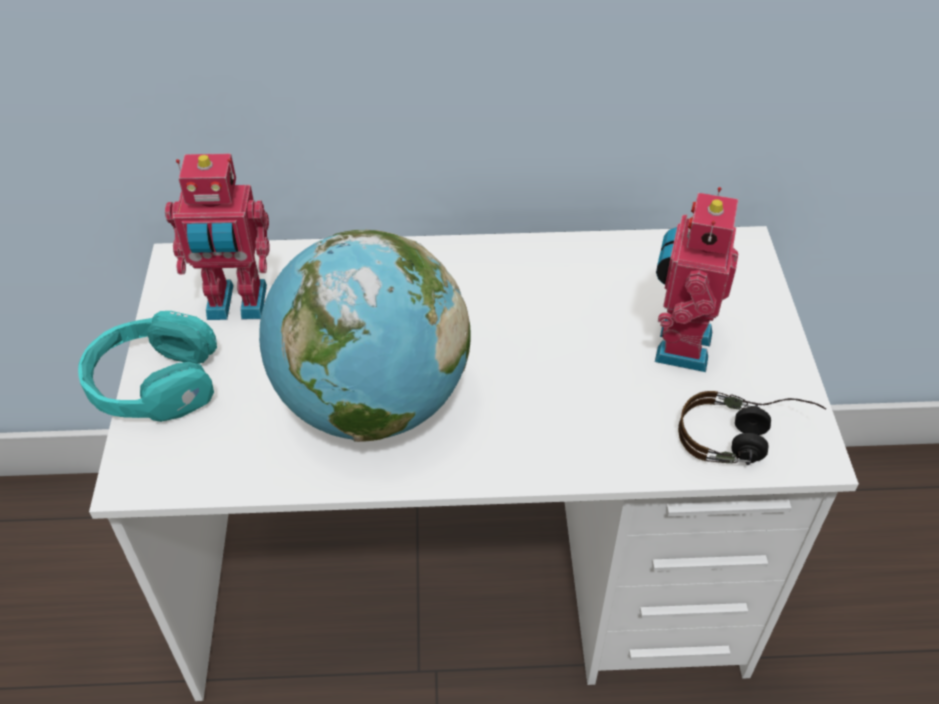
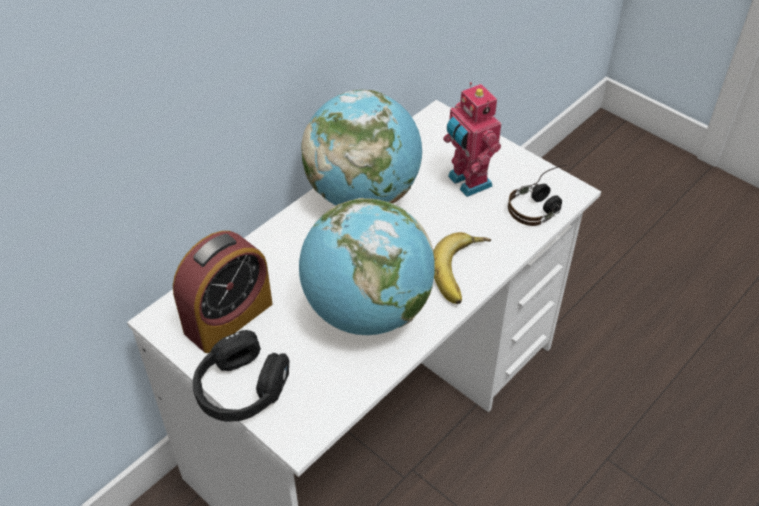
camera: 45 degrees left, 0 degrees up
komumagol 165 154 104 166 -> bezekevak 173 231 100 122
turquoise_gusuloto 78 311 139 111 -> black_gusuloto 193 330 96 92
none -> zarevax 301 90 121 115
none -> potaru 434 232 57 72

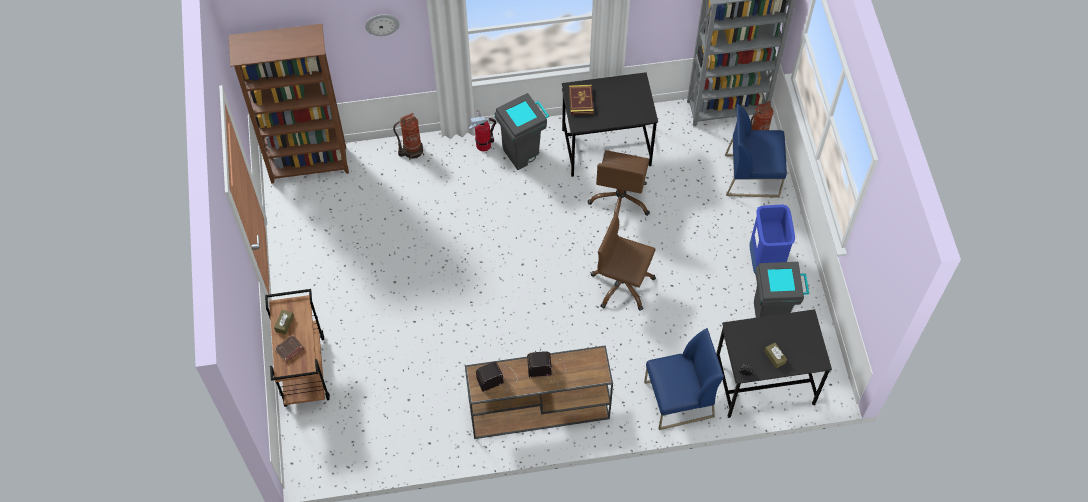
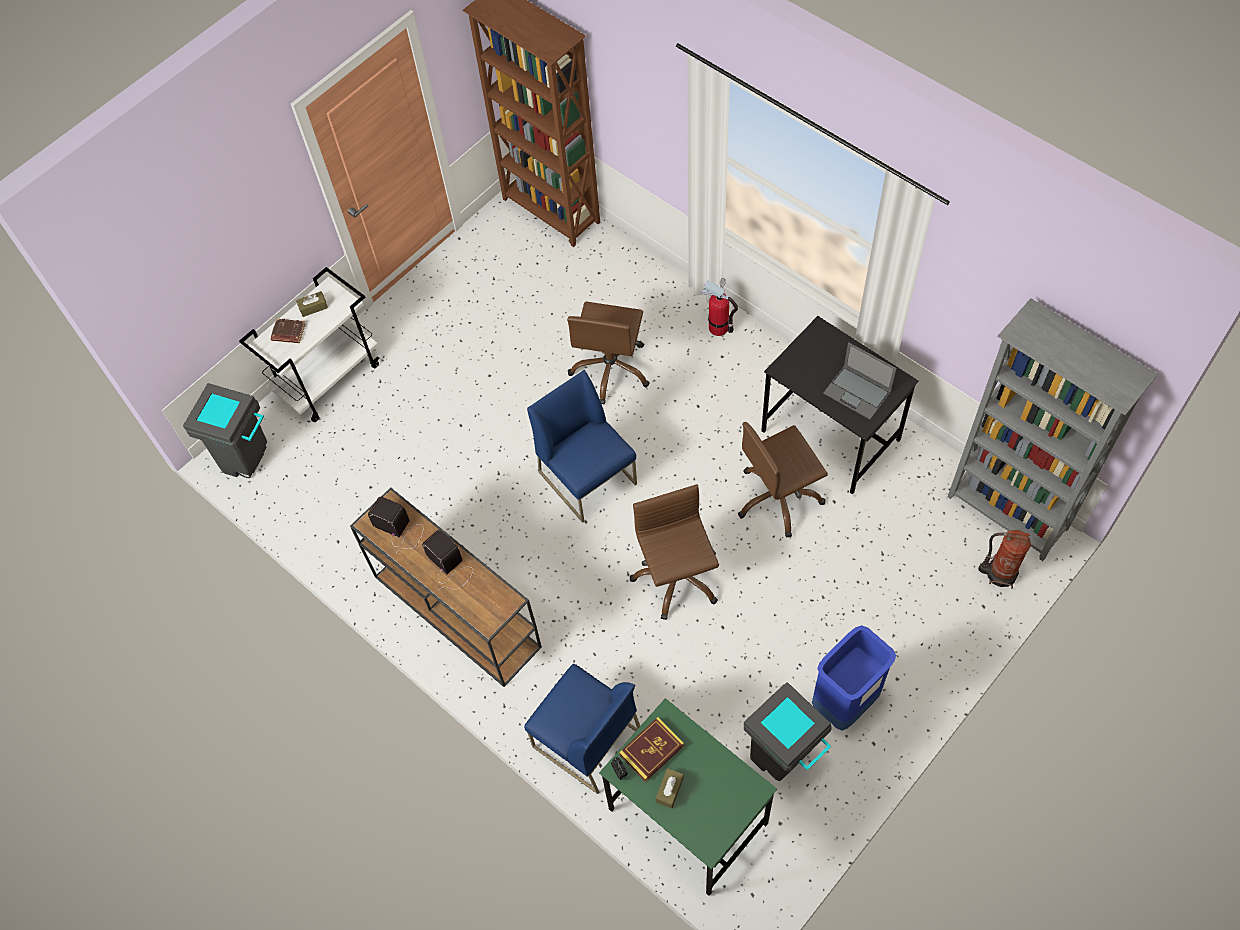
camera: 55 degrees right, 0 degrees up
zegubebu 365 14 35 22 -> none
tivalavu 569 85 25 30 -> tivalavu 619 717 65 65, relocated
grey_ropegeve 495 93 54 77 -> grey_ropegeve 183 383 84 95, relocated
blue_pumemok 725 104 62 94 -> blue_pumemok 527 370 110 153, relocated
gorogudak 393 113 31 47 -> none
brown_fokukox 265 289 65 118 -> white_fokukox 239 267 140 155
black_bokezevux 716 309 116 109 -> green_bokezevux 599 698 178 198
none -> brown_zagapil 567 302 83 103
none -> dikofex 823 343 74 76

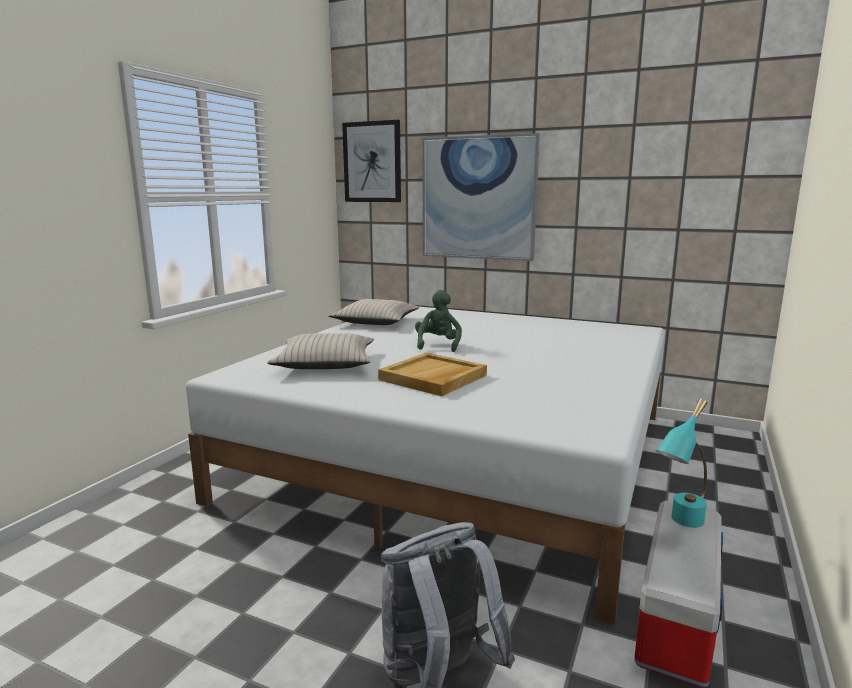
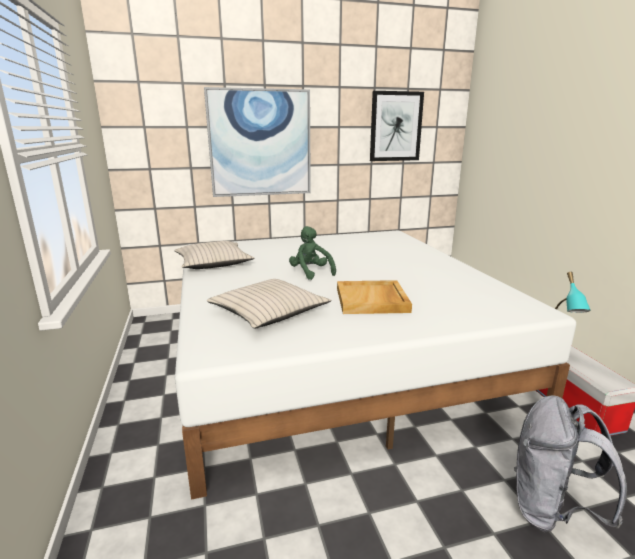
camera: 40 degrees left, 5 degrees up
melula 342 120 59 82 -> melula 370 91 54 70, relocated

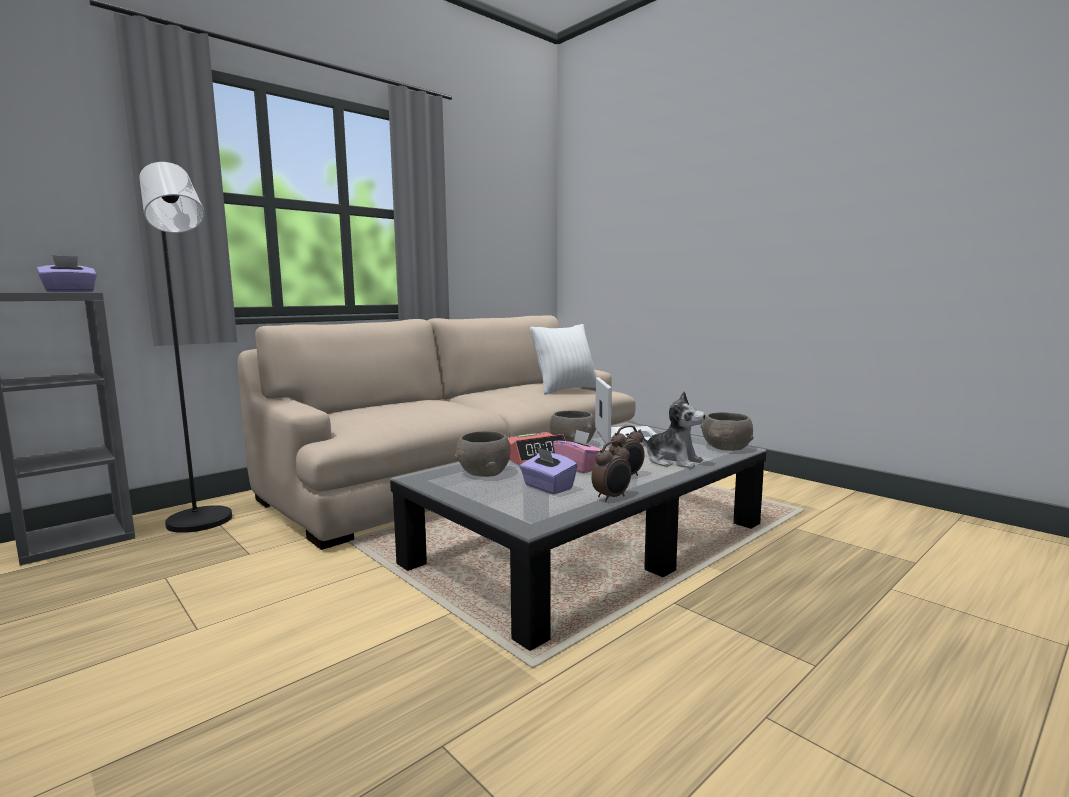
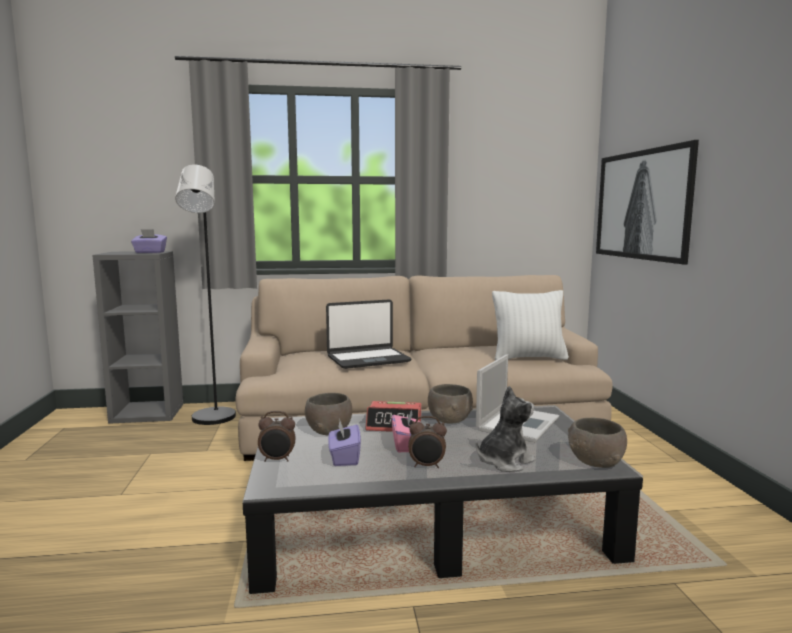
camera: 35 degrees right, 0 degrees up
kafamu 639 392 67 77 -> kafamu 476 386 59 86, 105 degrees counterclockwise
bezekevak 591 441 40 60 -> bezekevak 258 411 37 51, relocated
none -> melula 596 140 103 124
none -> dikofex 326 299 85 70

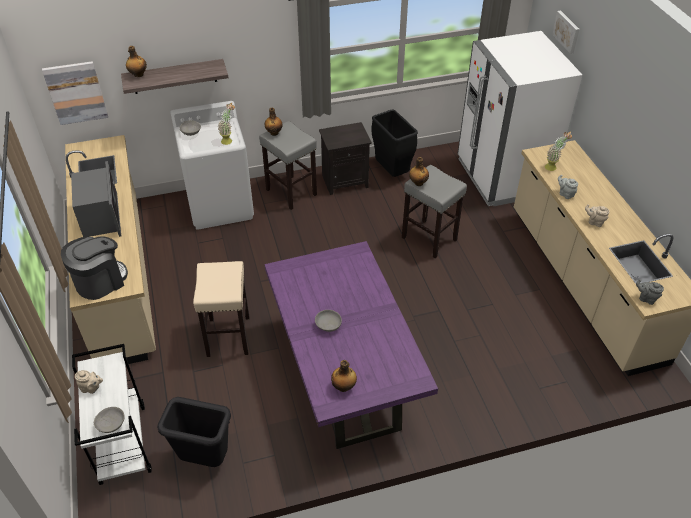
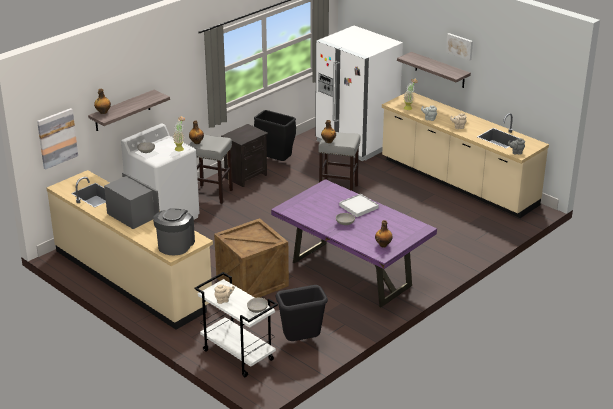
camera: 30 degrees left, 15 degrees down
melula 552 11 28 43 -> melula 446 33 27 27, relocated
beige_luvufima 193 261 56 96 -> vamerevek 214 218 75 80
none -> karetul 397 52 74 36
none -> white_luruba 339 194 40 23

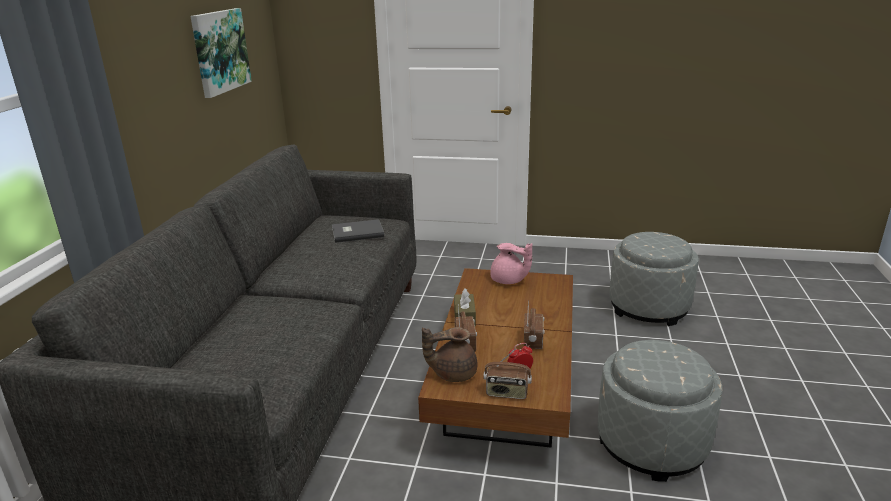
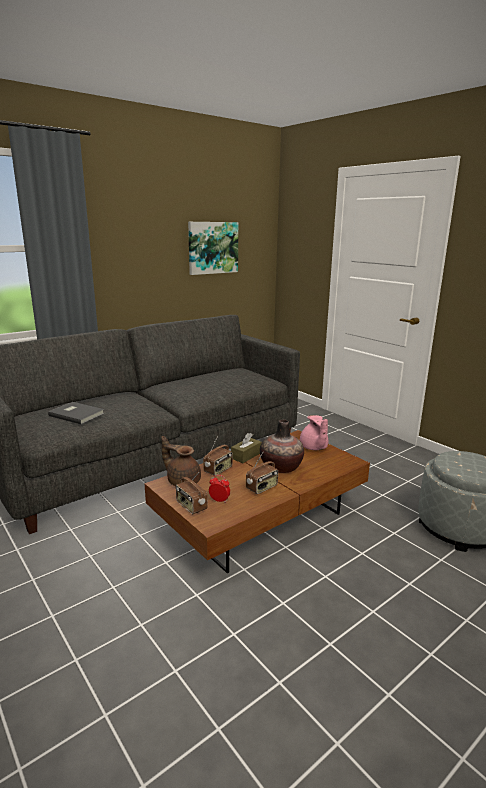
camera: 40 degrees right, 5 degrees down
grey_tivalavu 332 219 52 24 -> grey_tivalavu 48 402 57 22, relocated
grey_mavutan 598 340 125 142 -> none
none -> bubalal 260 419 44 54

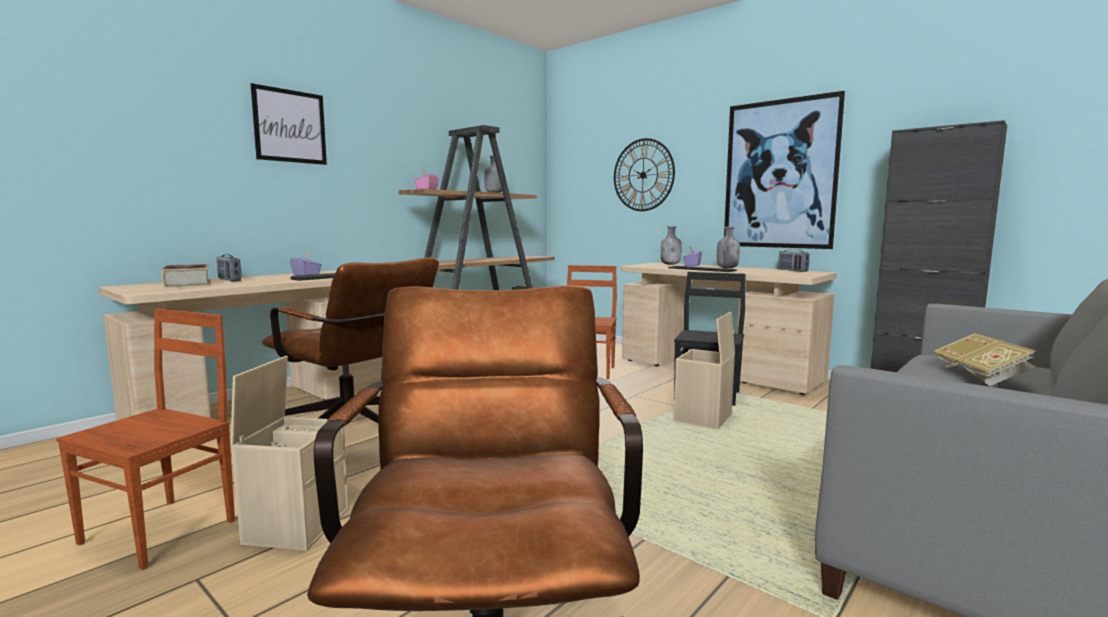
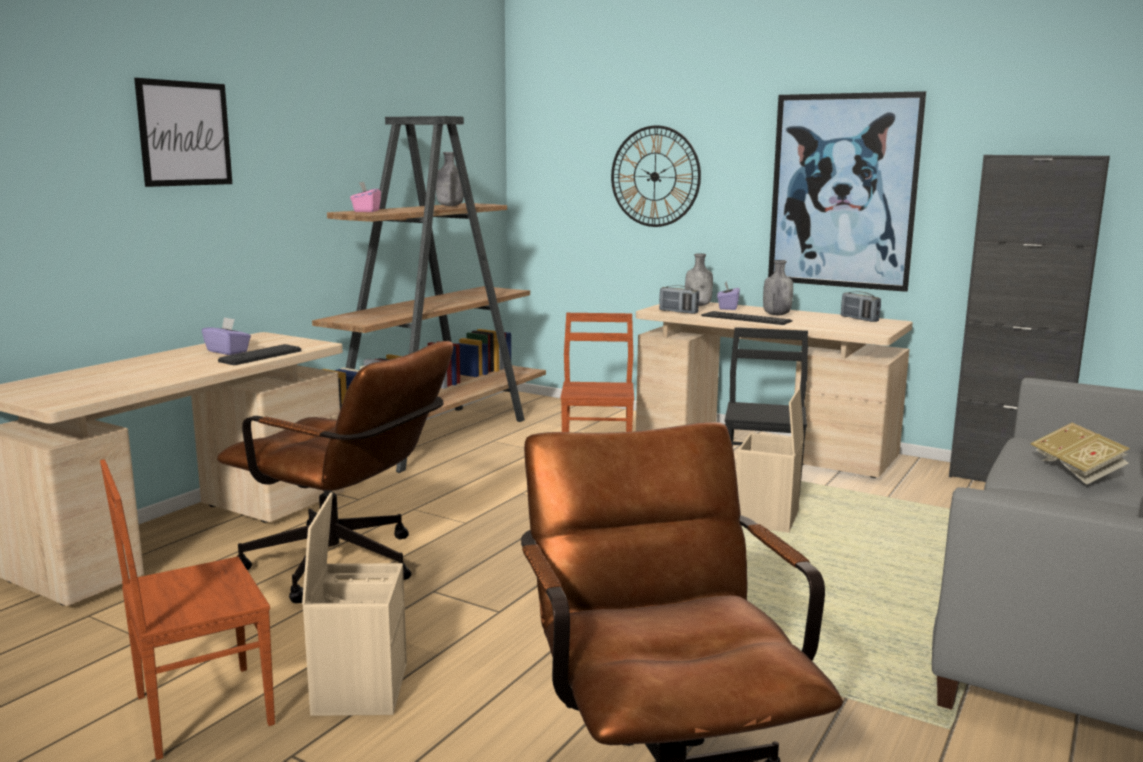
camera: 10 degrees left, 5 degrees up
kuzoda 217 254 24 27 -> kuzoda 659 285 40 29, relocated
tivalavu 162 264 49 24 -> none
brown_pumemok 56 309 179 261 -> brown_pumemok 100 459 175 301, 135 degrees counterclockwise

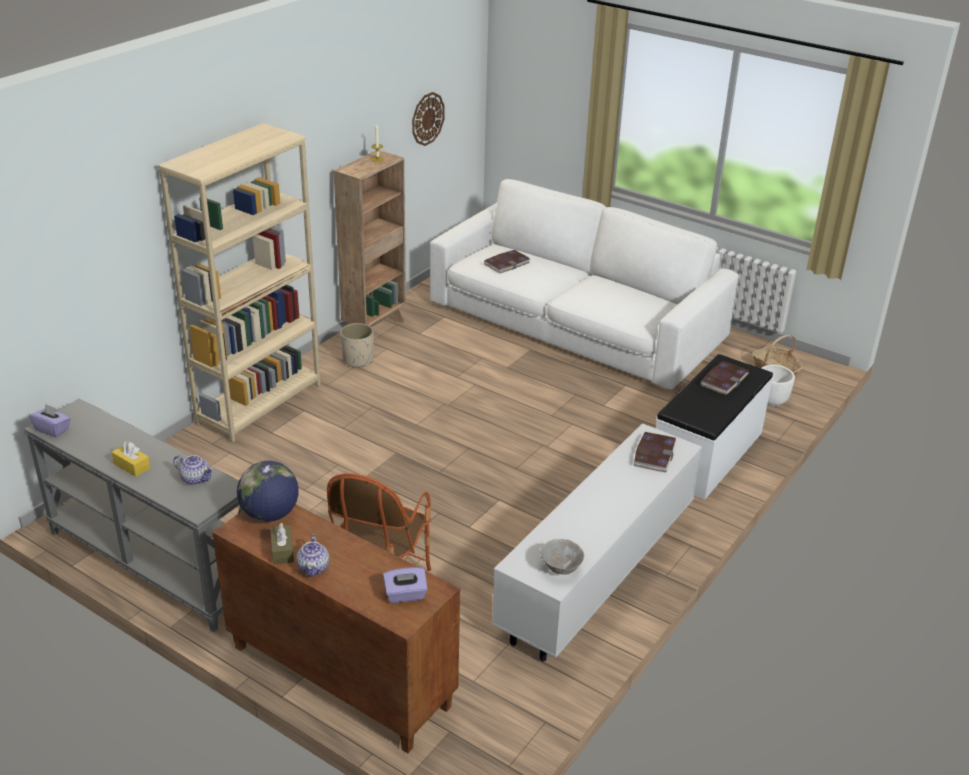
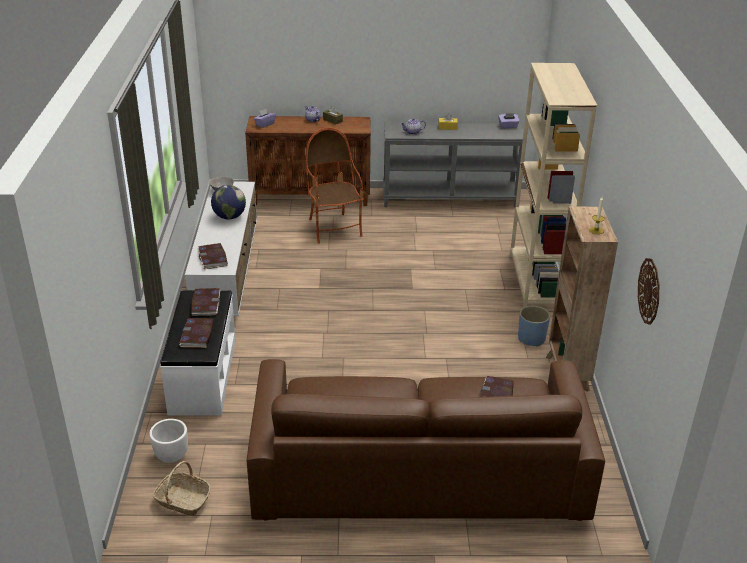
camera: 145 degrees right, 0 degrees up
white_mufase 430 179 309 211 -> brown_mufase 247 359 358 162
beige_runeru 340 323 34 45 -> blue_runeru 518 306 32 41
zarevax 237 461 62 61 -> zarevax 211 185 35 34, relocated
none -> tivalavu 191 288 29 28

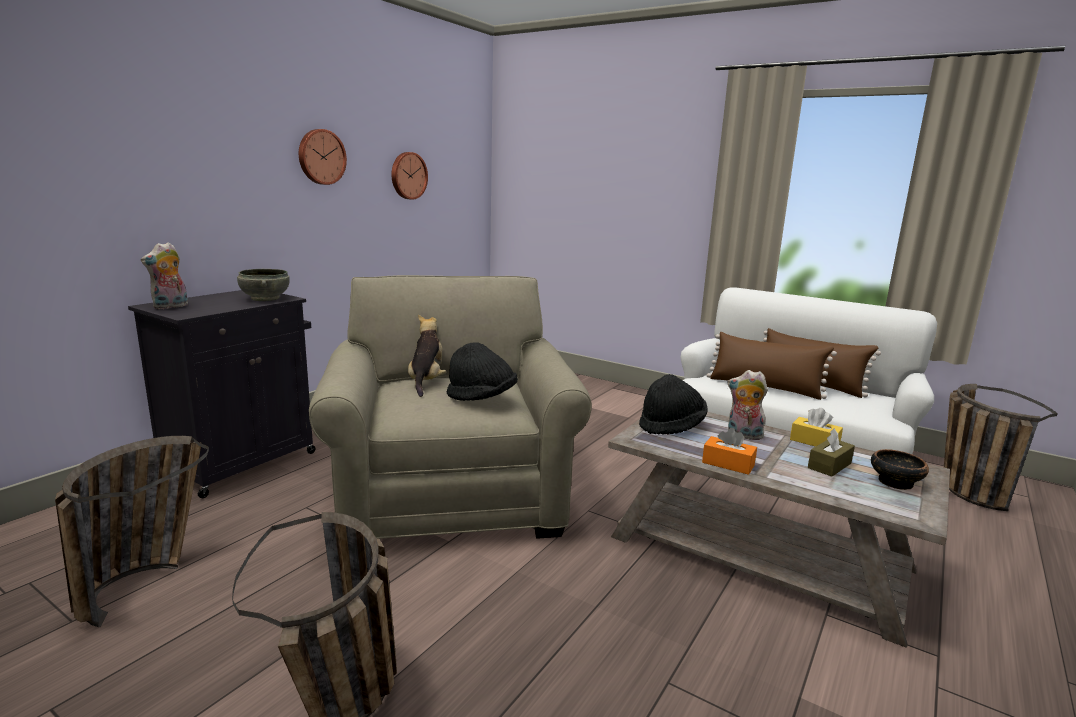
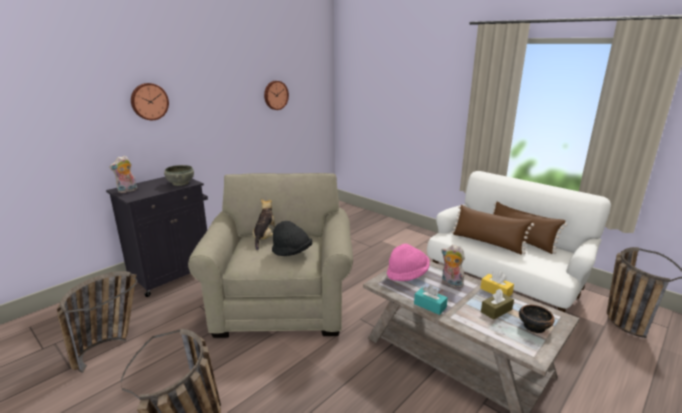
camera: 10 degrees right, 5 degrees up
zegubebu 299 129 48 56 -> zegubebu 131 83 38 37, relocated
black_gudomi 639 374 69 61 -> pink_gudomi 387 243 43 38
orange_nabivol 702 428 55 47 -> turquoise_nabivol 414 285 34 30

